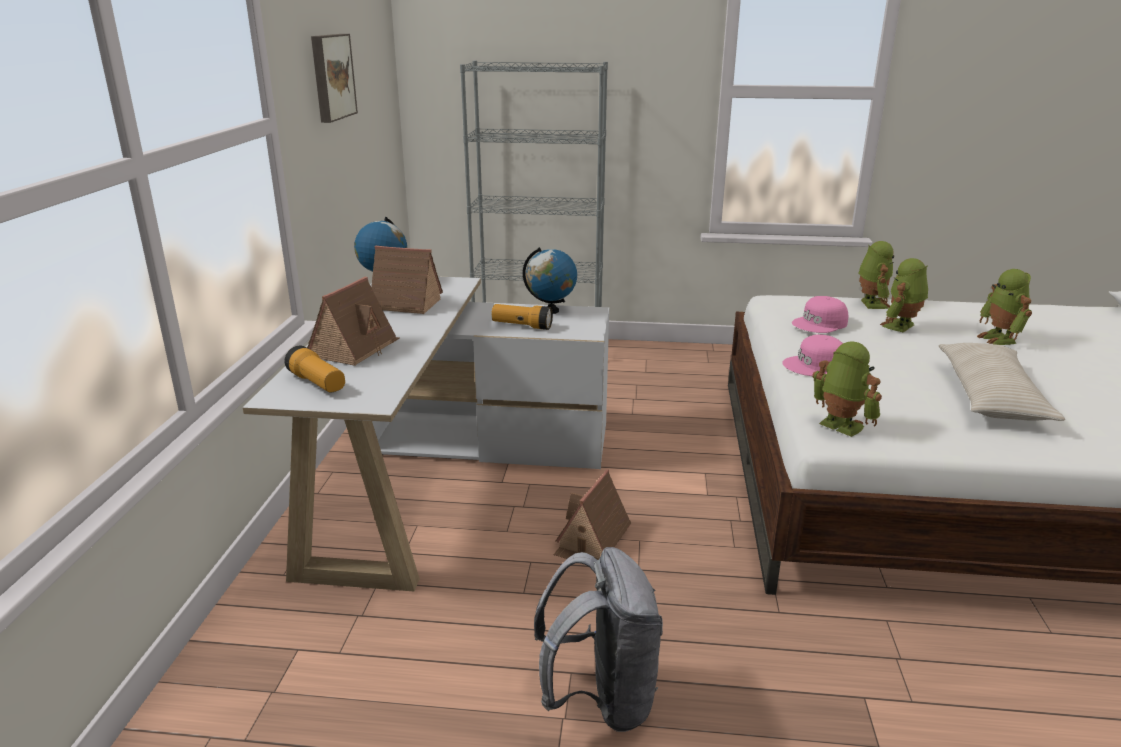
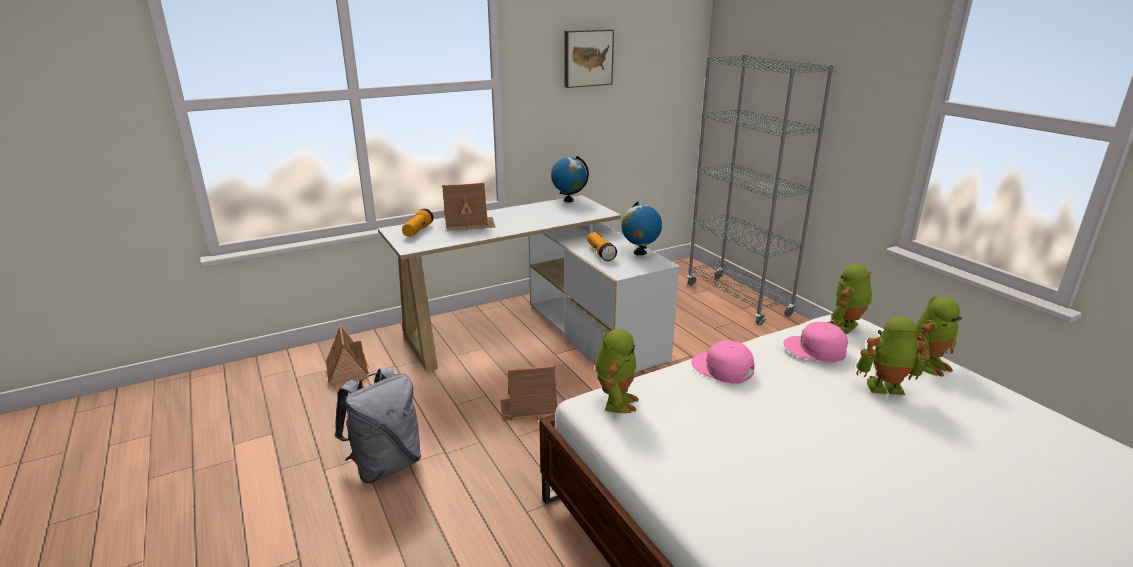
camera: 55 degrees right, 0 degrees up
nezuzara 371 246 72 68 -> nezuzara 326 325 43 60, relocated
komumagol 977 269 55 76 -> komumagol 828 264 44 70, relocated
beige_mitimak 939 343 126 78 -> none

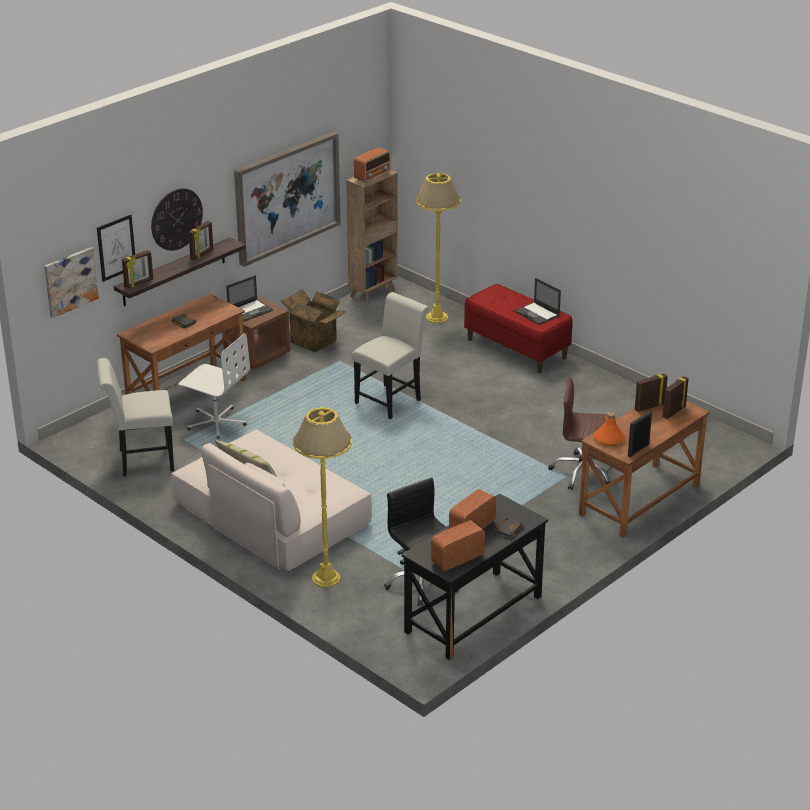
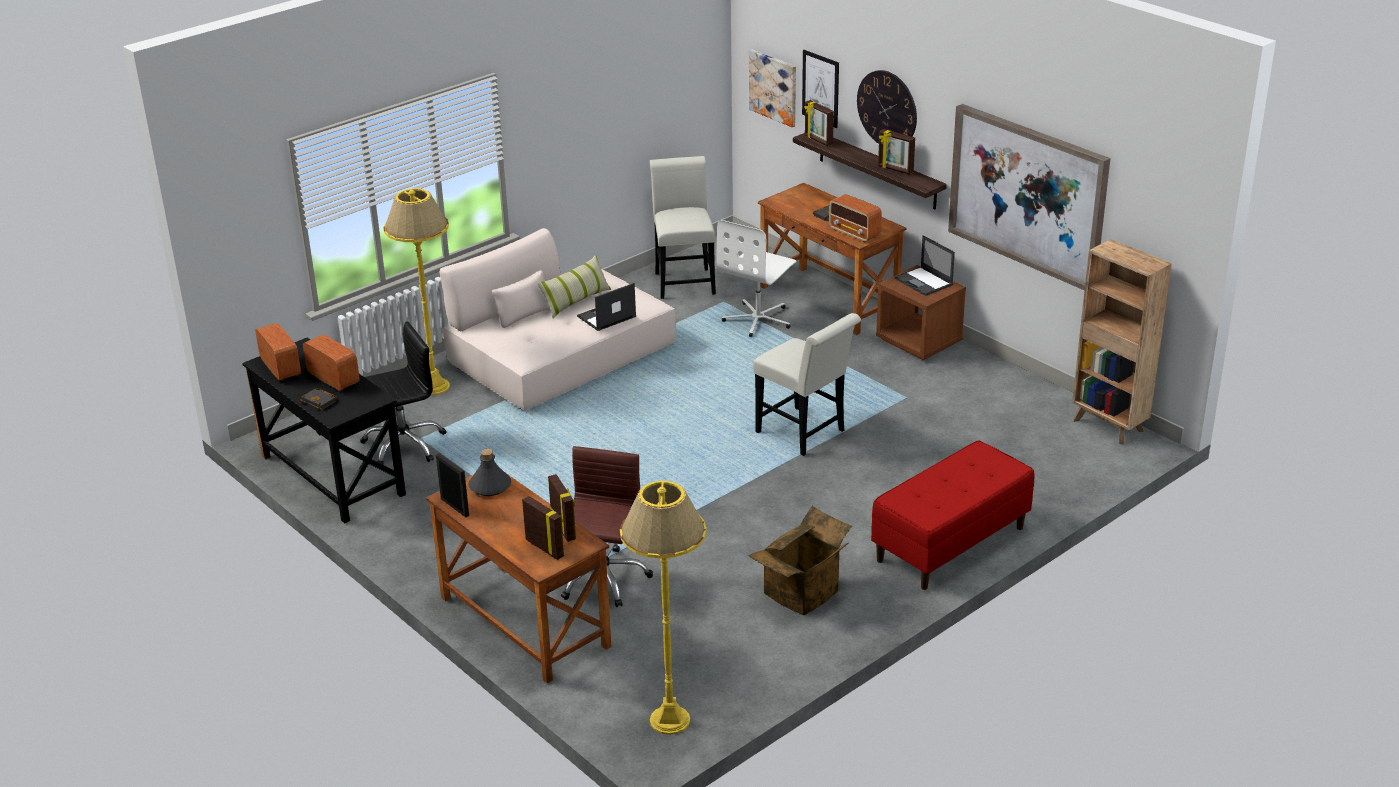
camera: 95 degrees right, 0 degrees up
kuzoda 354 147 37 36 -> kuzoda 829 194 53 48, relocated
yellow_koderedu 415 173 46 150 -> yellow_koderedu 620 481 87 254, relocated
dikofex 515 278 46 47 -> dikofex 577 283 59 48, relocated
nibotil 281 289 66 63 -> nibotil 748 506 104 109, relocated
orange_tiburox 594 411 31 35 -> grey_tiburox 469 449 42 47

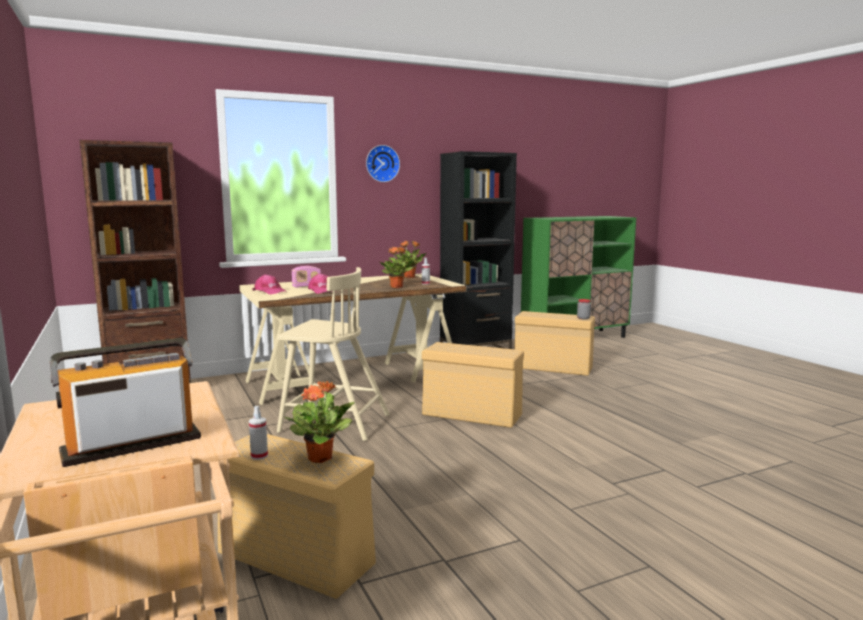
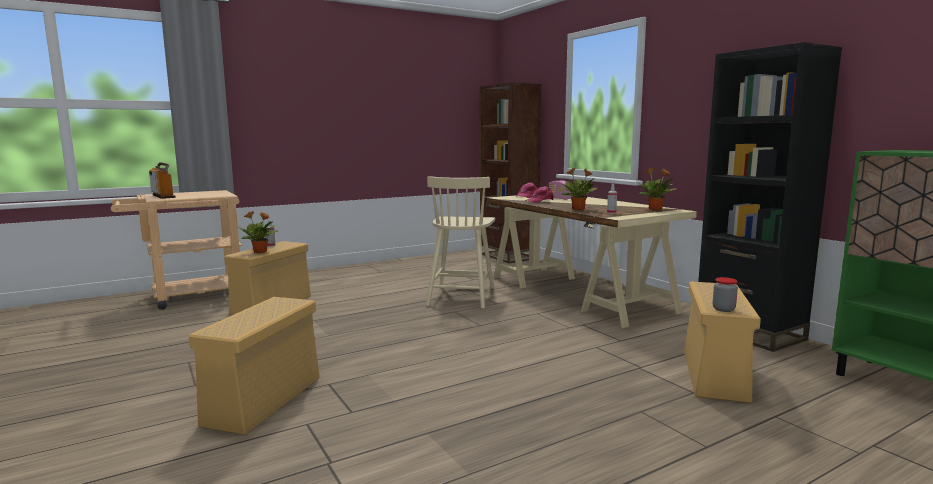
camera: 85 degrees right, 0 degrees up
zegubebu 366 145 34 37 -> none
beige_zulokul 422 342 102 86 -> beige_zulokul 189 297 131 138, relocated

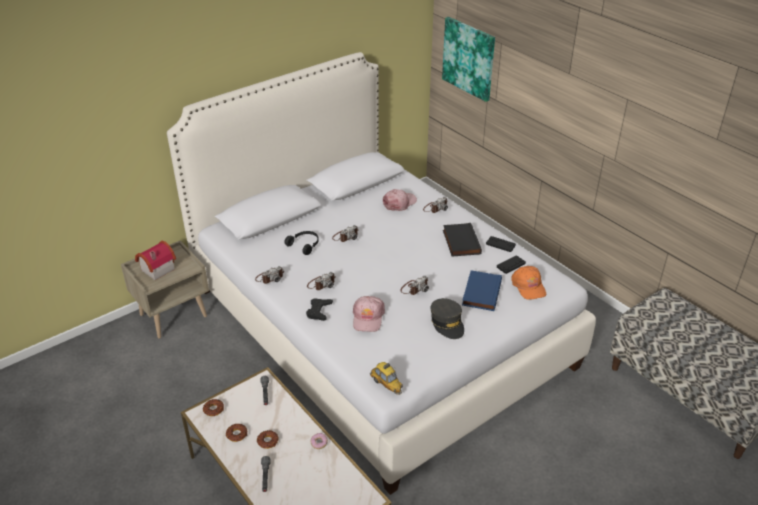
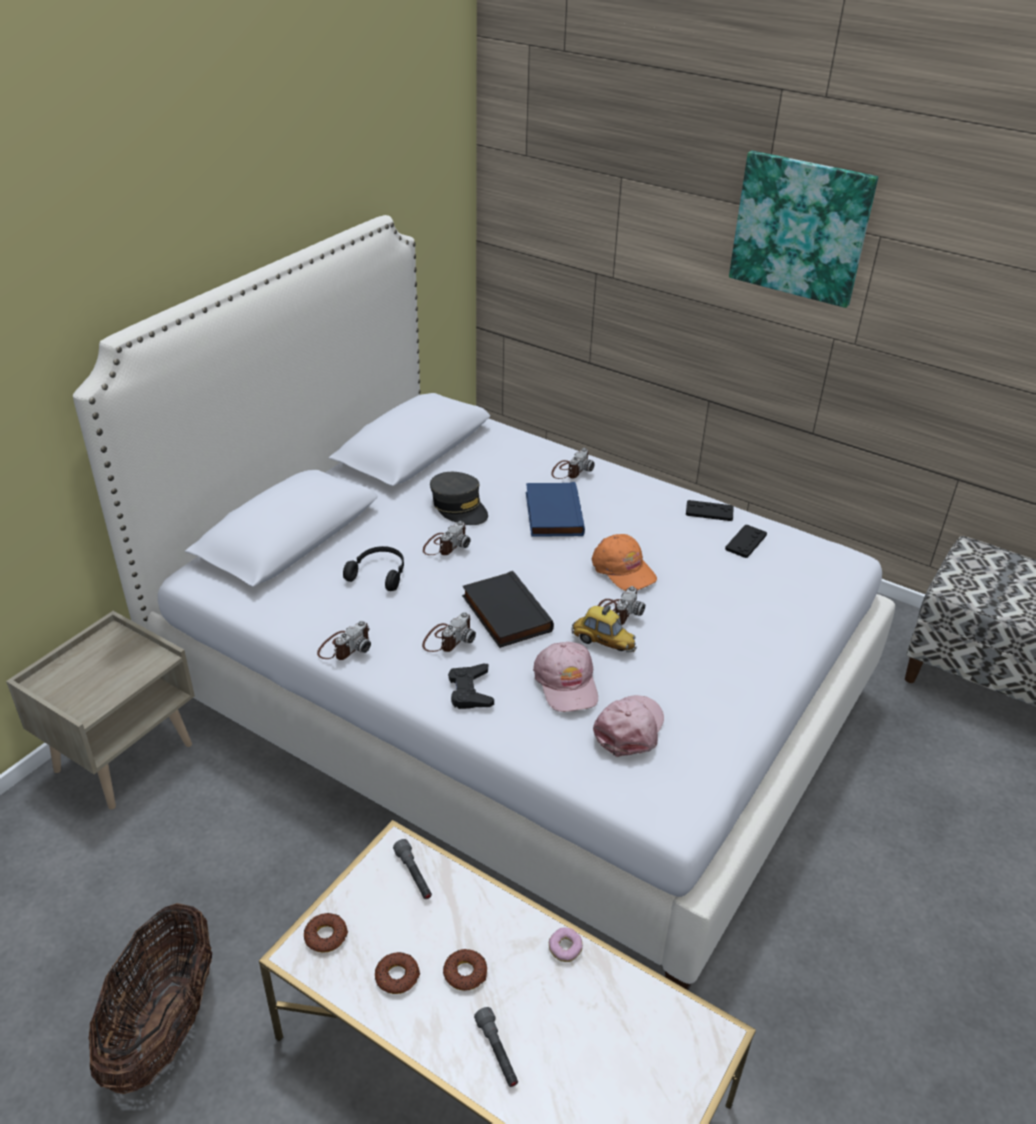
camera: 20 degrees left, 0 degrees up
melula 442 17 53 85 -> melula 729 151 149 157, relocated
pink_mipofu 383 189 34 22 -> pink_mipofu 593 695 71 62, relocated
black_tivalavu 443 223 39 34 -> black_tivalavu 462 571 92 77, relocated
nezuzara 135 241 41 39 -> none
orange_mipofu 511 266 35 34 -> orange_mipofu 592 534 65 57, relocated
blue_tivalavu 462 270 40 41 -> blue_tivalavu 526 482 59 55, relocated
grey_mipofu 430 298 34 41 -> grey_mipofu 430 472 58 53, relocated
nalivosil 370 362 33 33 -> nalivosil 571 605 66 48, relocated
none -> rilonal 88 903 124 191

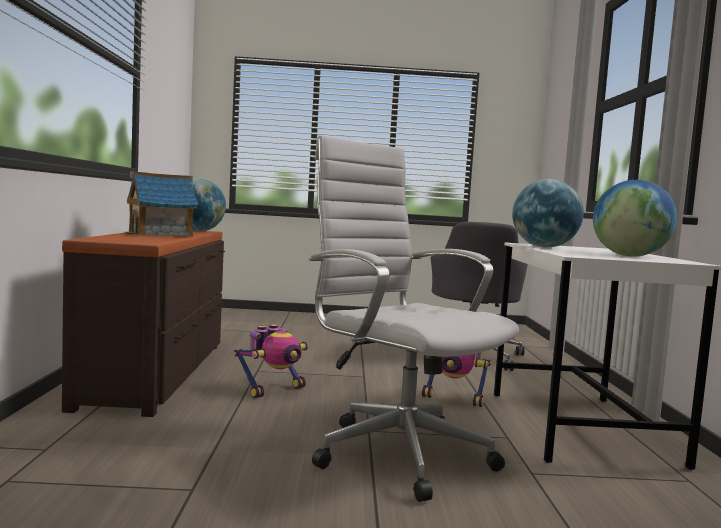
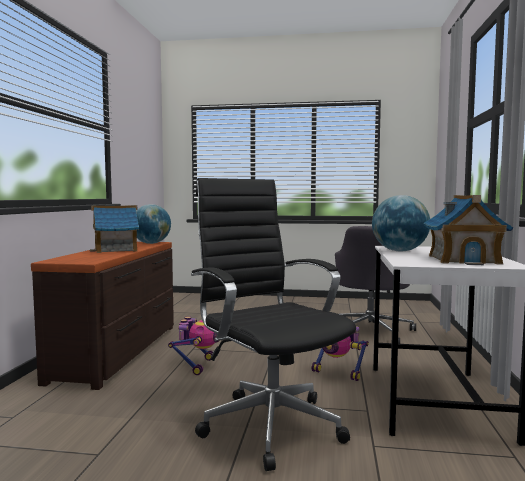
camera: 10 degrees right, 0 degrees up
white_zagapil 309 136 210 366 -> black_zagapil 191 178 165 293
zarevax 593 180 84 77 -> nezuzara 423 195 90 70
komumagol 234 324 74 74 -> komumagol 168 316 52 59, 45 degrees counterclockwise

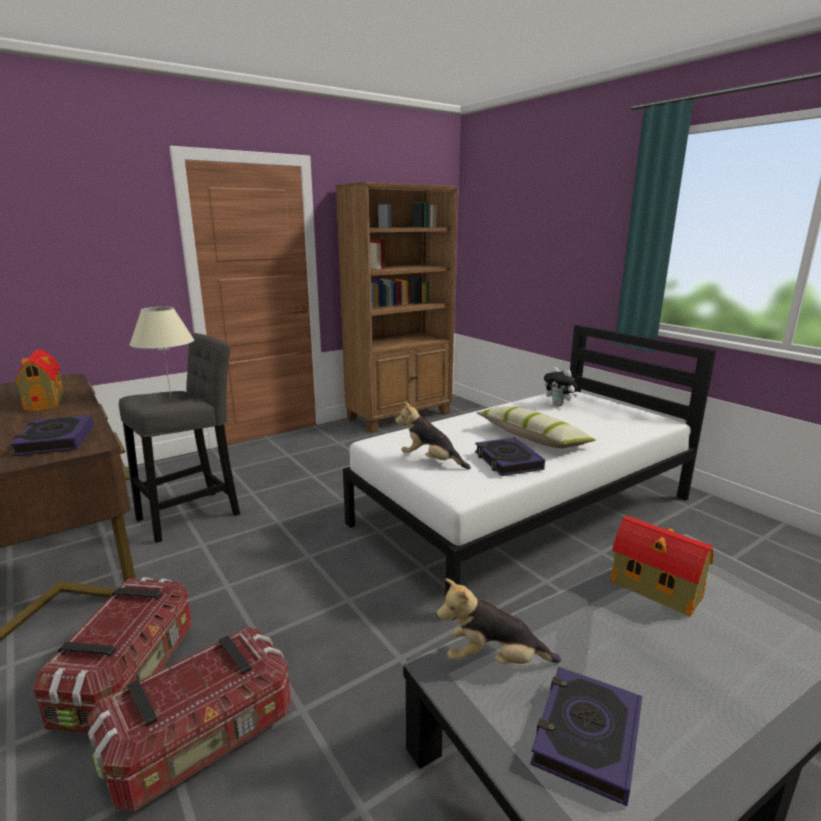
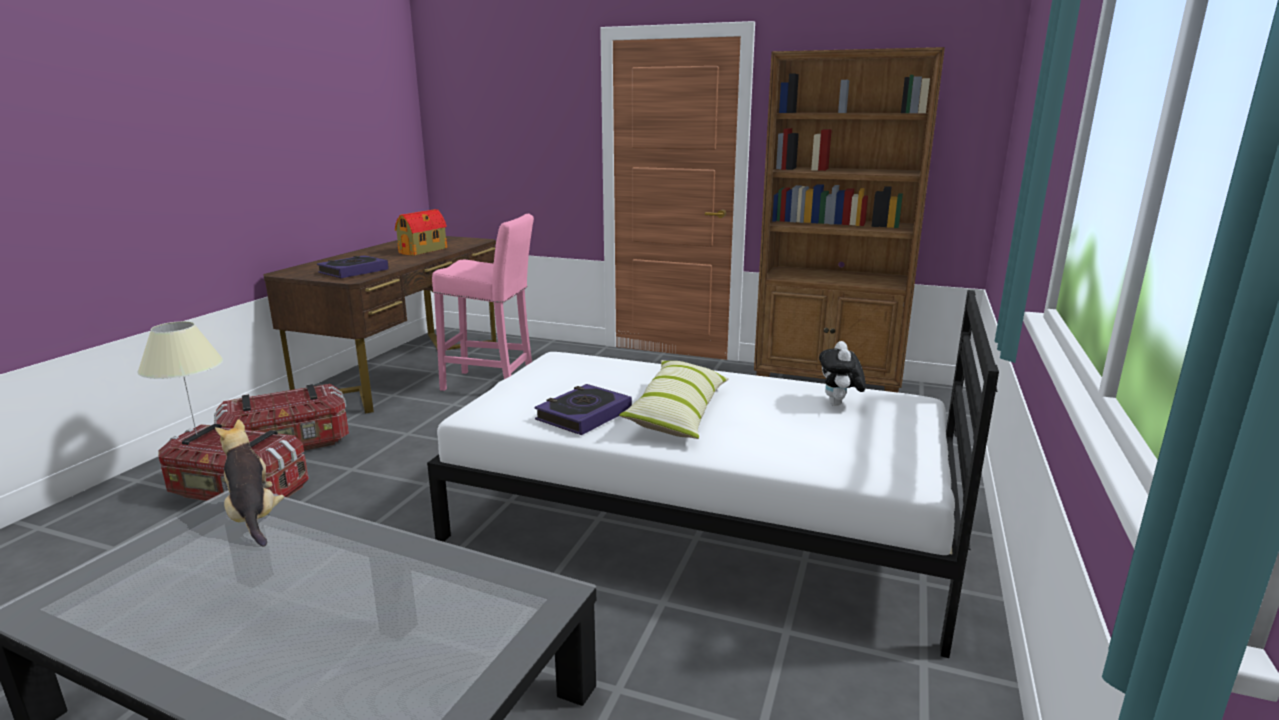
camera: 55 degrees right, 0 degrees up
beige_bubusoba 130 307 64 93 -> beige_bubusoba 137 321 86 114, relocated
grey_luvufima 119 333 121 210 -> pink_luvufima 432 214 102 177
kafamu 395 401 76 68 -> none
nezuzara 611 515 103 102 -> none
tivalavu 530 667 112 139 -> none

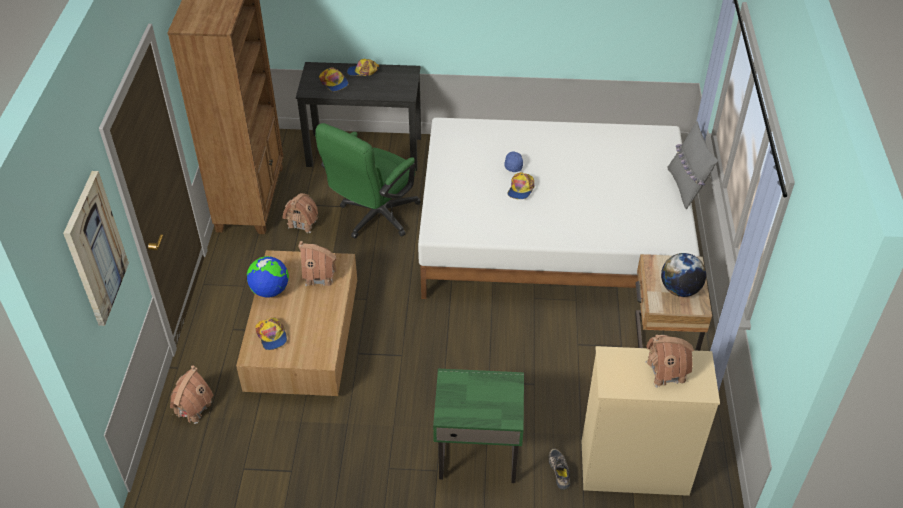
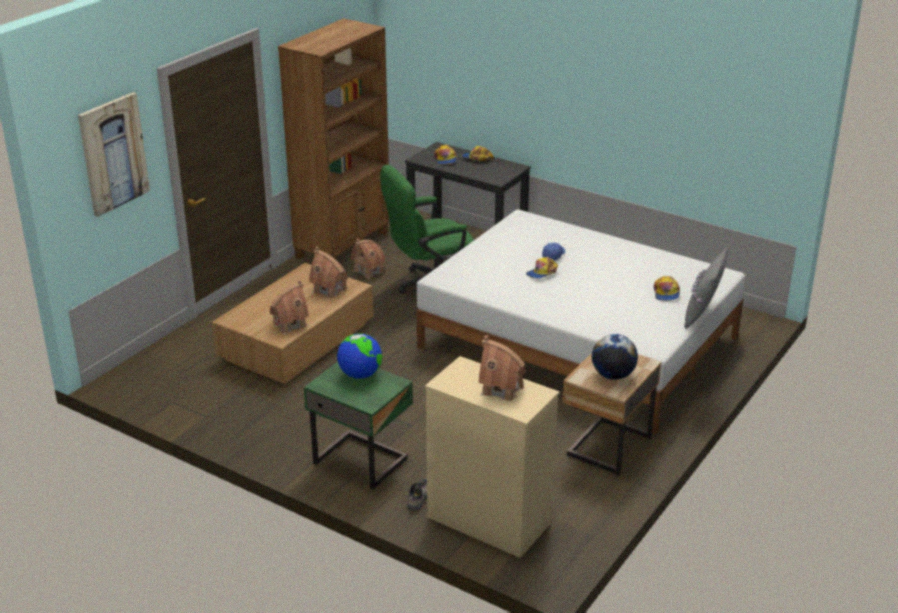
camera: 30 degrees right, 15 degrees down
zarevax 247 256 42 41 -> zarevax 337 334 45 44, relocated
mipofu 255 317 32 33 -> mipofu 654 276 26 25, relocated
nezuzara 170 365 44 59 -> nezuzara 270 280 39 54, relocated

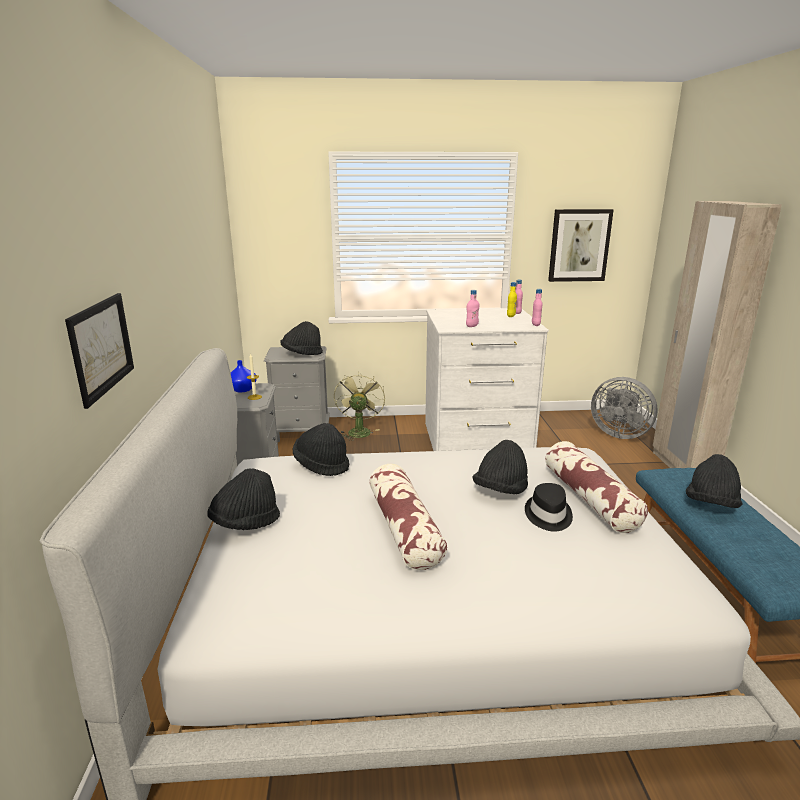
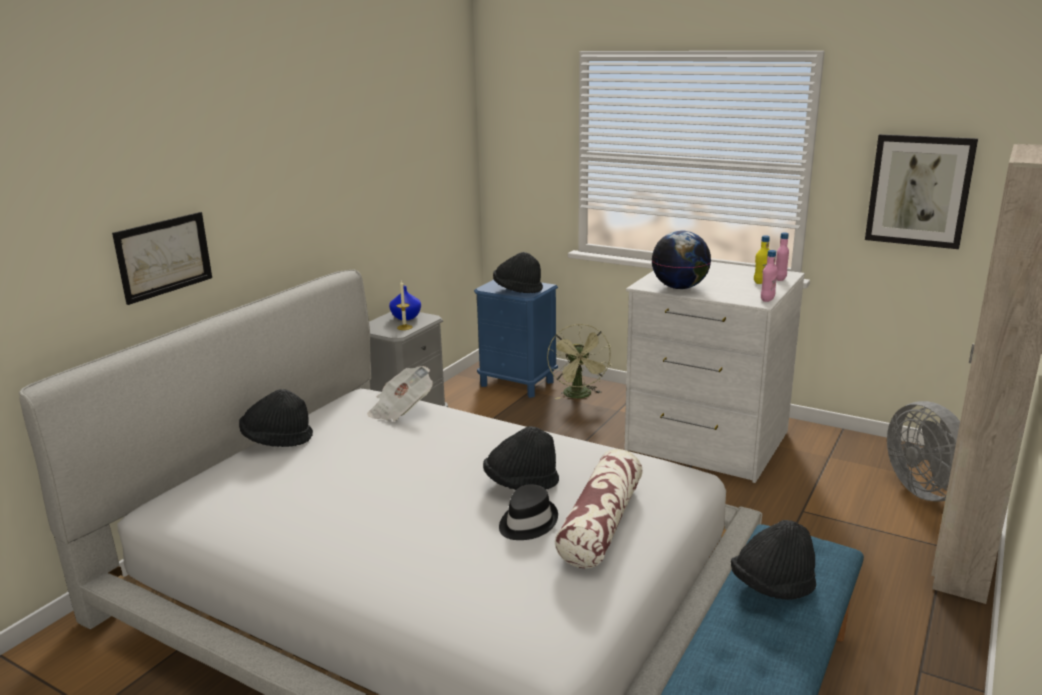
camera: 35 degrees right, 0 degrees up
pink_tiburox 466 290 13 37 -> zarevax 651 231 60 58
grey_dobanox 264 346 66 96 -> blue_dobanox 474 280 84 118
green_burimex 334 372 51 69 -> green_burimex 547 324 64 75, 135 degrees clockwise
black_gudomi 293 423 56 53 -> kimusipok 367 366 66 55
mitimak 369 464 78 106 -> none

